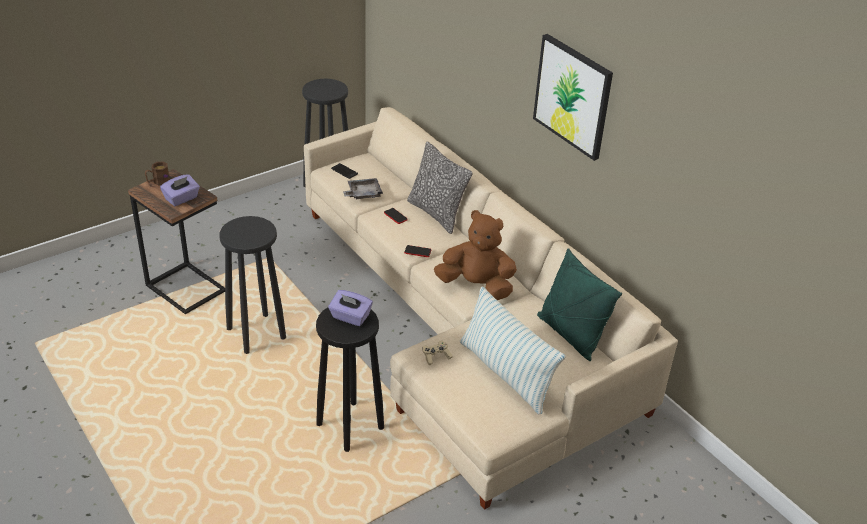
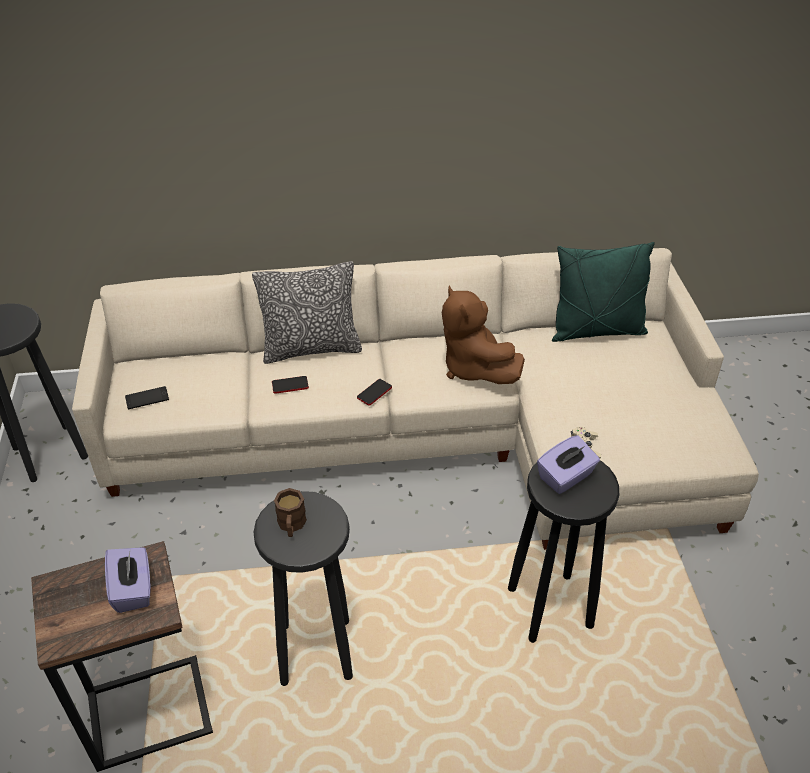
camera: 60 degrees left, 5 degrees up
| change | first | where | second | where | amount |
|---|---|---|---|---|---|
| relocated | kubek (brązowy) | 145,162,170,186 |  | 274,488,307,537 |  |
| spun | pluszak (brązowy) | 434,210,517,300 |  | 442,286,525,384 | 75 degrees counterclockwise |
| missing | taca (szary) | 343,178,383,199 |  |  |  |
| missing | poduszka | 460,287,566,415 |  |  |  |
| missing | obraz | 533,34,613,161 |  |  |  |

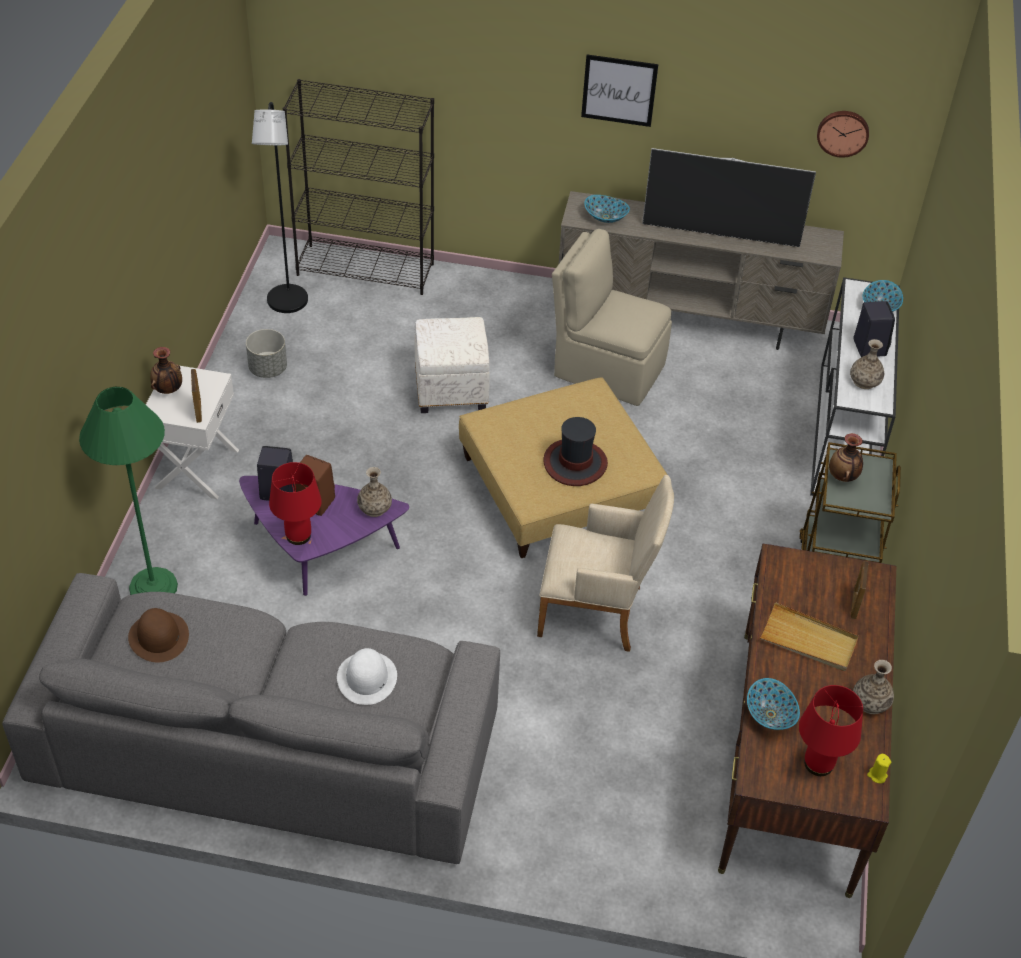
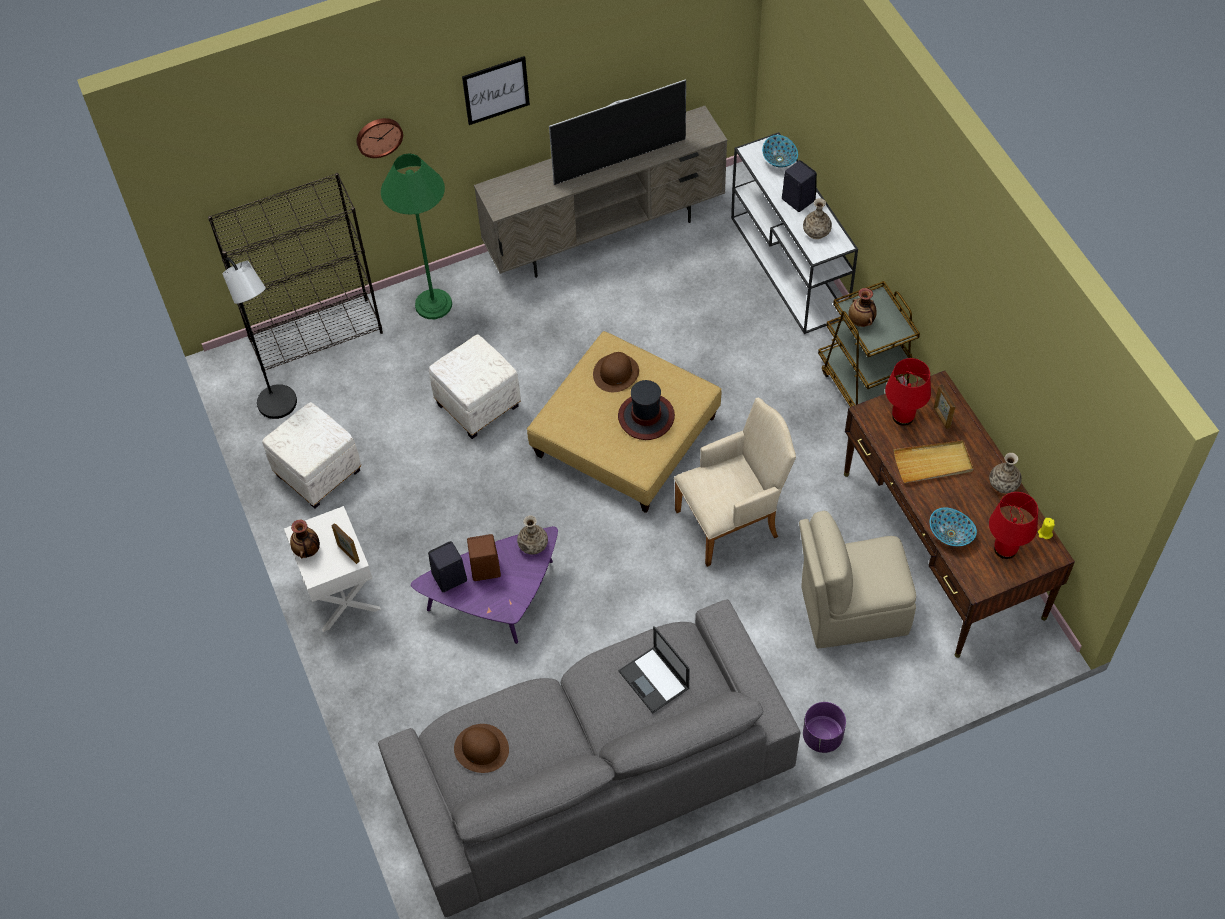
camera: 30 degrees left, 10 degrees up
| change | first | where | second | where | amount |
|---|---|---|---|---|---|
| exchanged | donica (szary) | 246,329,287,378 | pufa (biały) | 262,402,361,509 |  |
| relocated | zegar ścienny | 817,111,869,158 |  | 356,118,403,158 |  |
| relocated | lampa stojąca (zielony) | 79,387,178,595 |  | 381,153,452,319 |  |
| appeared |  |  | kapelusz (brązowy) | 593,352,639,392 |  |
| exchanged | kapelusz (biały) | 337,648,397,705 | laptop | 619,626,690,714 |  |
| relocated | krzesło (beżowy) | 552,229,672,406 |  | 799,511,916,648 |  |
| appeared |  |  | donica (fioletowy) | 803,702,846,753 |  |
| relocated | lampa stołowa (czerwony) | 269,462,322,545 |  | 885,358,931,426 |  |
| missing | miska | 584,195,630,223 |  |  |  |

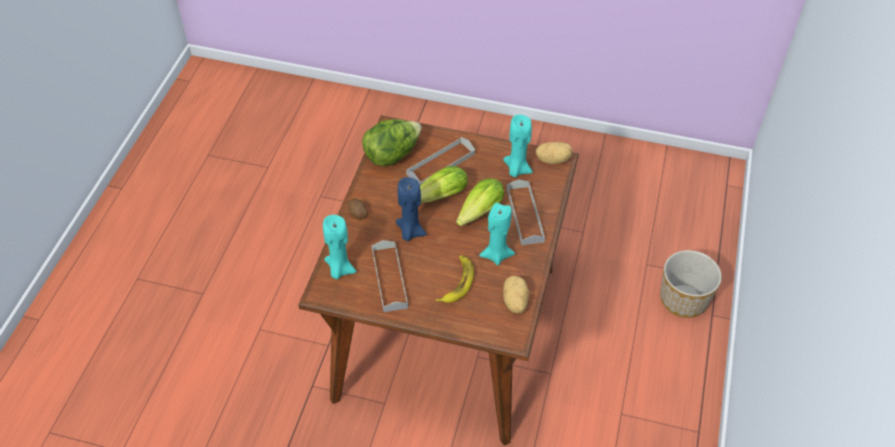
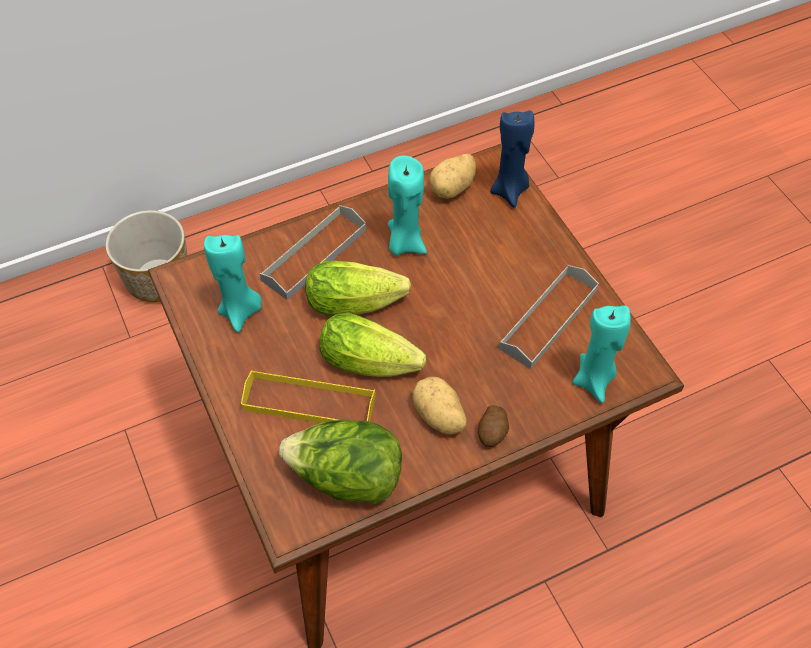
camera: 130 degrees left, 5 degrees up
| change | first | where | second | where | amount |
|---|---|---|---|---|---|
| colour | taca (szary) | 406,137,475,185 | taca (żółty) | 241,370,376,423 |  |
| relocated | ziemniak | 536,142,572,164 |  | 412,377,467,435 |  |
| relocated | świeca (niebieski) | 396,177,427,241 |  | 490,111,534,208 |  |
| missing | banan | 436,255,474,303 |  |  |  |

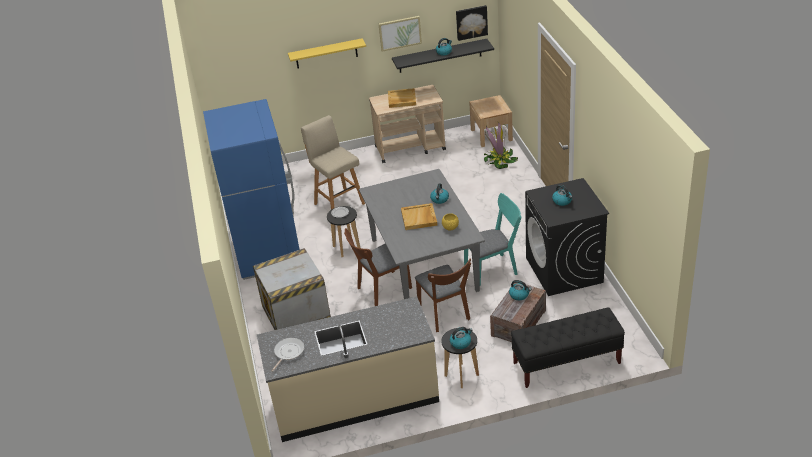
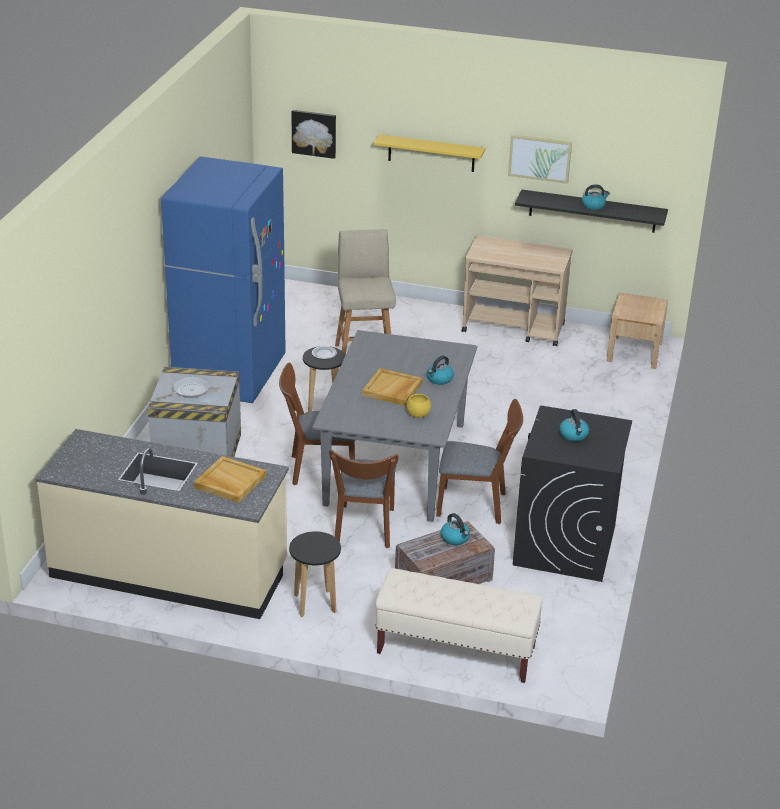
camera: 25 degrees right, 5 degrees down
| change | first | where | second | where | amount |
|---|---|---|---|---|---|
| relocated | patelnia | 271,338,304,372 |  | 156,377,210,399 |  |
| relocated | taca (beżowy) | 388,88,416,108 |  | 194,456,266,503 |  |
| relocated | obraz | 456,5,488,41 |  | 291,110,336,159 |  |
| colour | ławka (czarny) | 511,307,625,388 | ławka (beżowy) | 375,568,543,683 |  |
| colour | krzesło (turkusowy) | 464,193,521,286 | krzesło (brązowy) | 436,399,523,524 |  |
| missing | czajnik | 450,327,472,349 |  |  |  |
| missing | roślina doniczkowa | 484,121,518,169 |  |  |  |

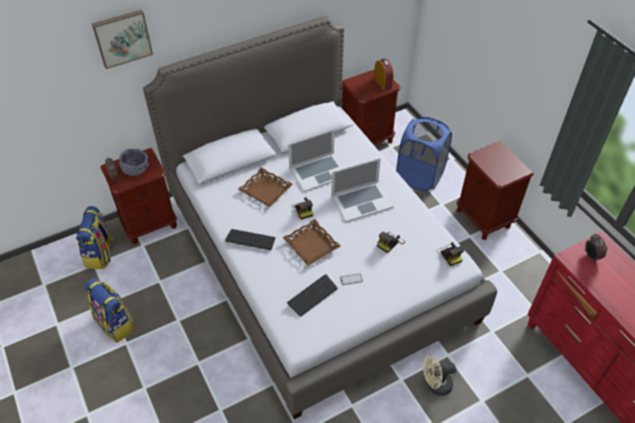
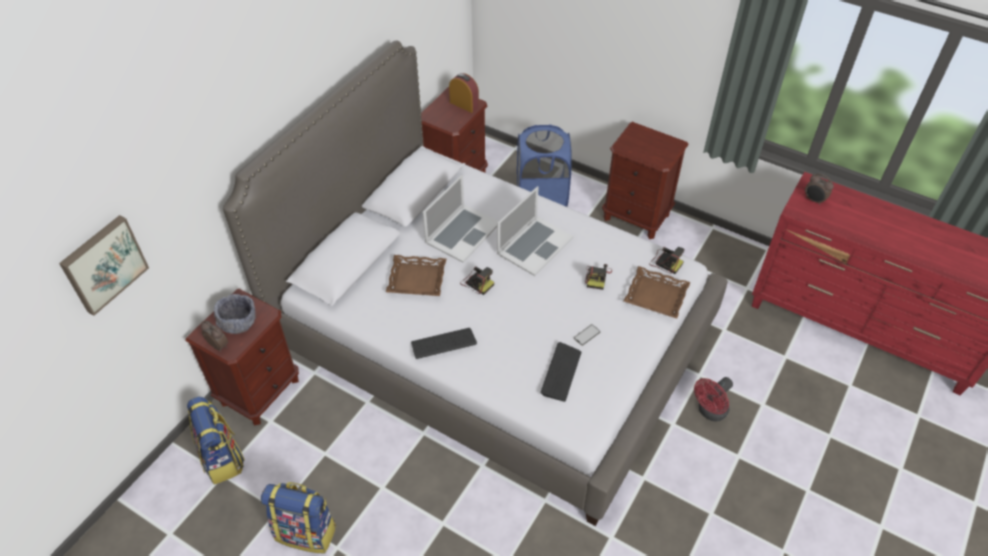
camera: 30 degrees left, 0 degrees up
| change | first | where | second | where | amount |
|---|---|---|---|---|---|
| relocated | obraz | 92,10,153,69 |  | 59,215,149,316 |  |
| relocated | taca (brązowy) | 282,219,341,266 |  | 624,266,691,319 |  |
| colour | wentylator (beżowy) | 423,354,456,396 | wentylator (czerwony) | 694,377,733,421 |  |

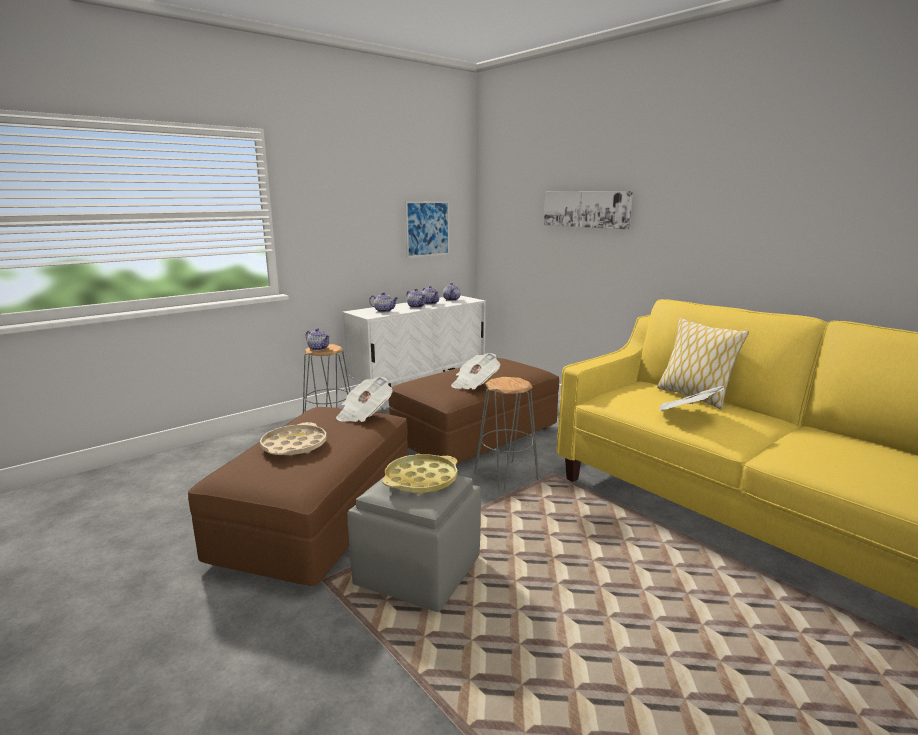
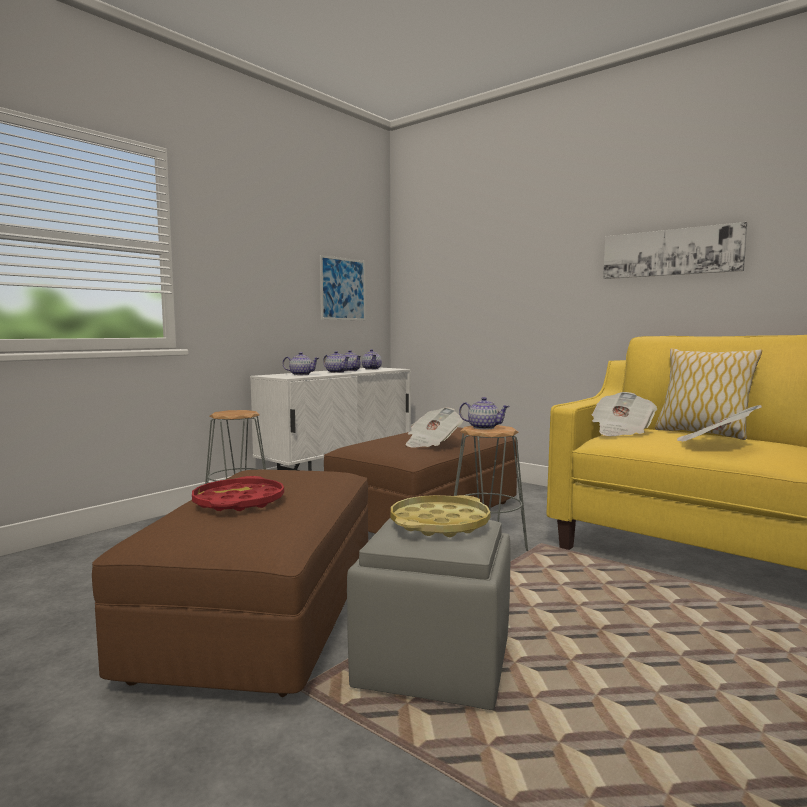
camera: 10 degrees left, 10 degrees down
| change | first | where | second | where | amount |
|---|---|---|---|---|---|
| colour | taca (beżowy) | 260,422,327,455 | taca (czerwony) | 192,476,284,511 |  |
| relocated | imbryk | 306,328,330,351 |  | 459,397,510,430 |  |
| relocated | gazeta | 336,377,393,422 |  | 592,392,657,436 |  |
| relocated | obraz | 544,191,633,230 |  | 603,222,747,279 |  |

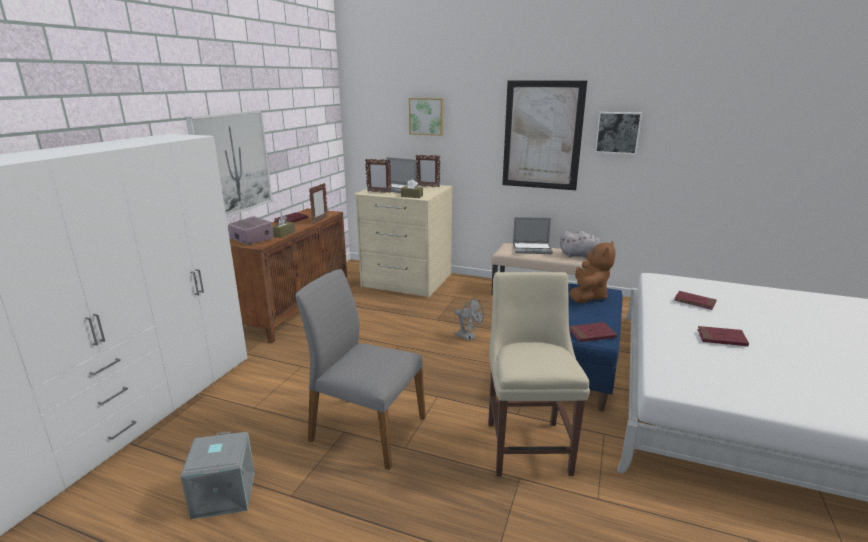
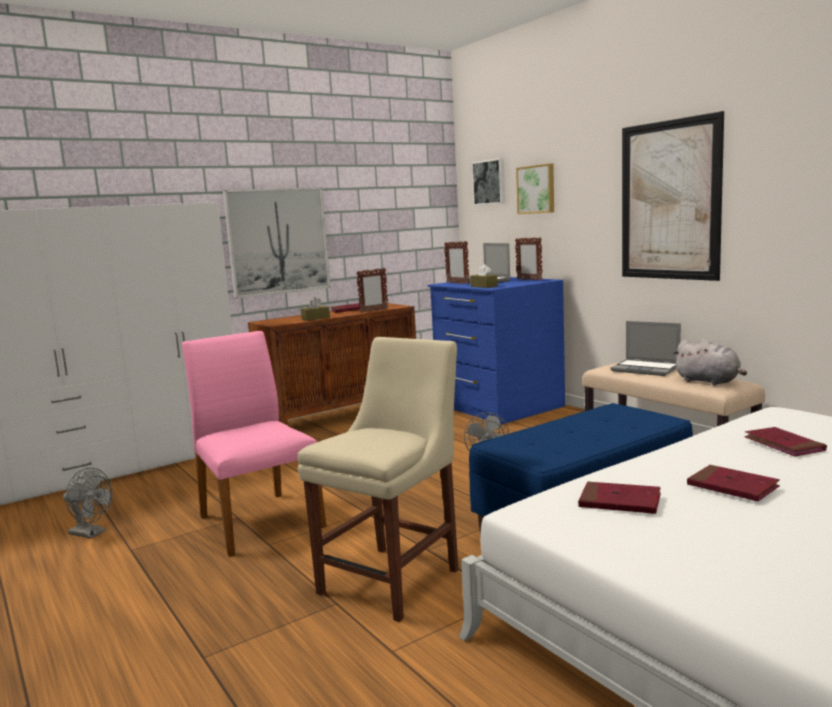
camera: 35 degrees right, 10 degrees down
| change | first | where | second | where | amount |
|---|---|---|---|---|---|
| exchanged | pojemnik do przechowywania (szary) | 180,431,255,519 | wentylator (szary) | 63,467,112,538 |  |
| colour | krzesło (szary) | 296,269,426,470 | krzesło (różowy) | 182,331,327,557 |  |
| colour | komoda (beżowy) | 354,184,452,298 | komoda (niebieski) | 427,277,565,425 |  |
| relocated | obraz | 595,112,642,155 |  | 472,158,505,206 |  |
| relocated | książka (czerwony) | 569,322,617,342 |  | 578,482,661,514 |  |
| missing | radio | 228,216,274,245 |  |  |  |
| missing | pluszak (brązowy) | 569,241,616,303 |  |  |  |

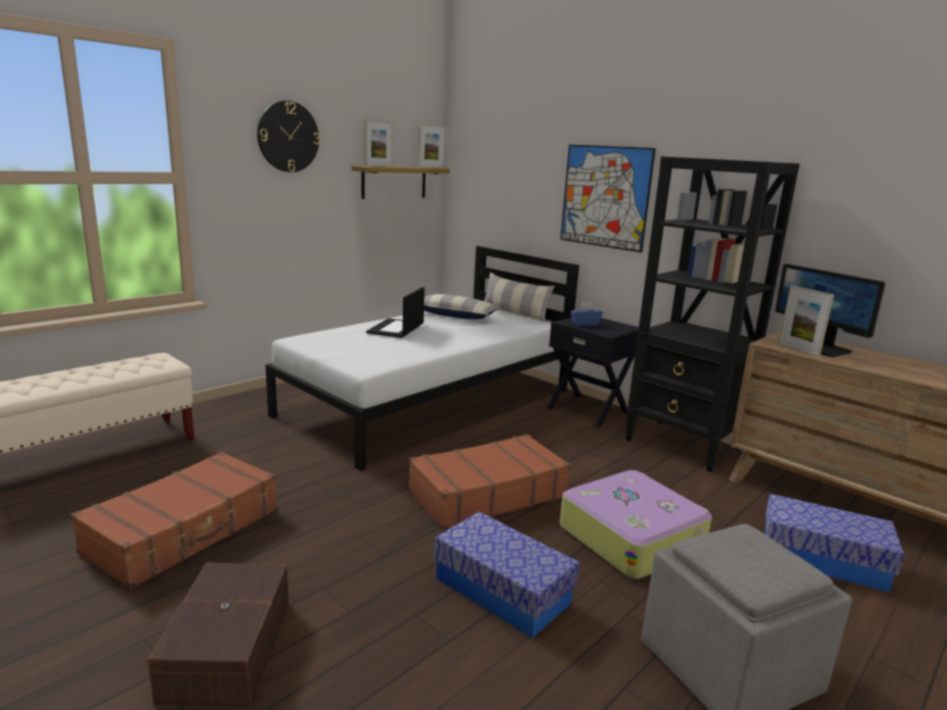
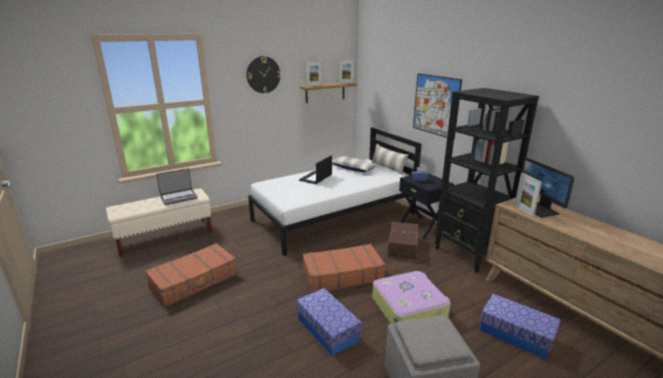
camera: 15 degrees right, 5 degrees up
| change | first | where | second | where | amount |
|---|---|---|---|---|---|
| appeared |  |  | laptop | 156,168,197,205 |  |
| relocated | pojemnik do przechowywania (brązowy) | 147,562,289,707 |  | 387,222,418,260 |  |

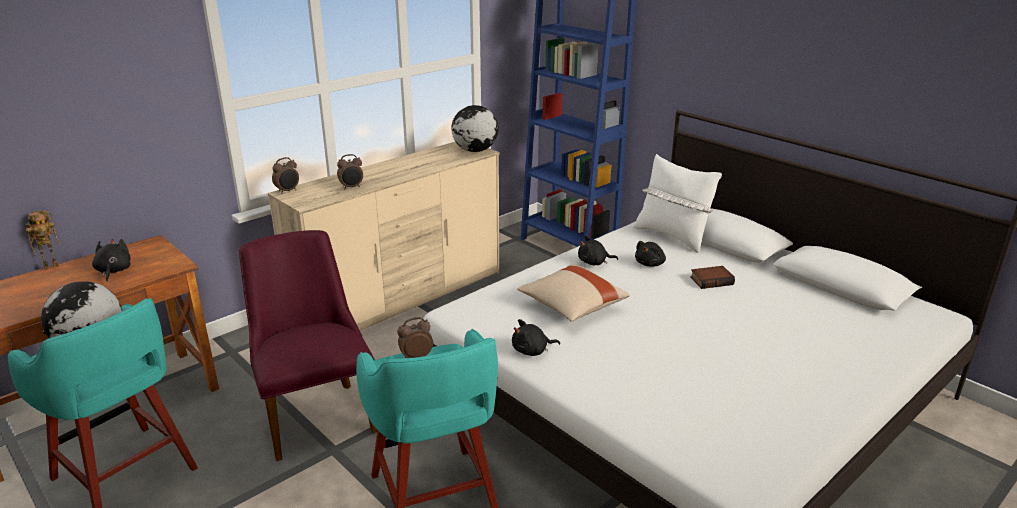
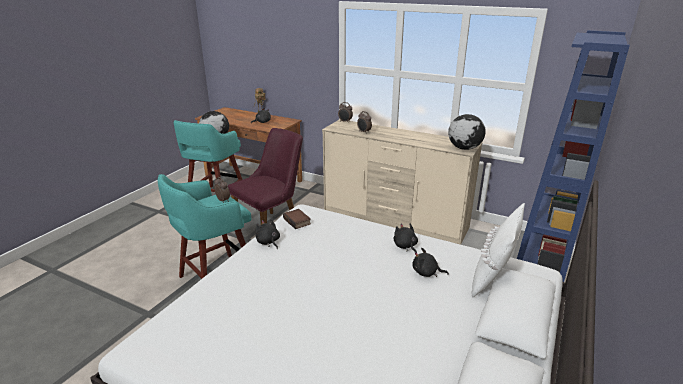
camera: 70 degrees right, 0 degrees up
| change | first | where | second | where | amount |
|---|---|---|---|---|---|
| relocated | książka | 690,266,735,289 |  | 283,209,311,229 |  |
| missing | poduszka (beżowy) | 517,264,630,322 |  |  |  |

